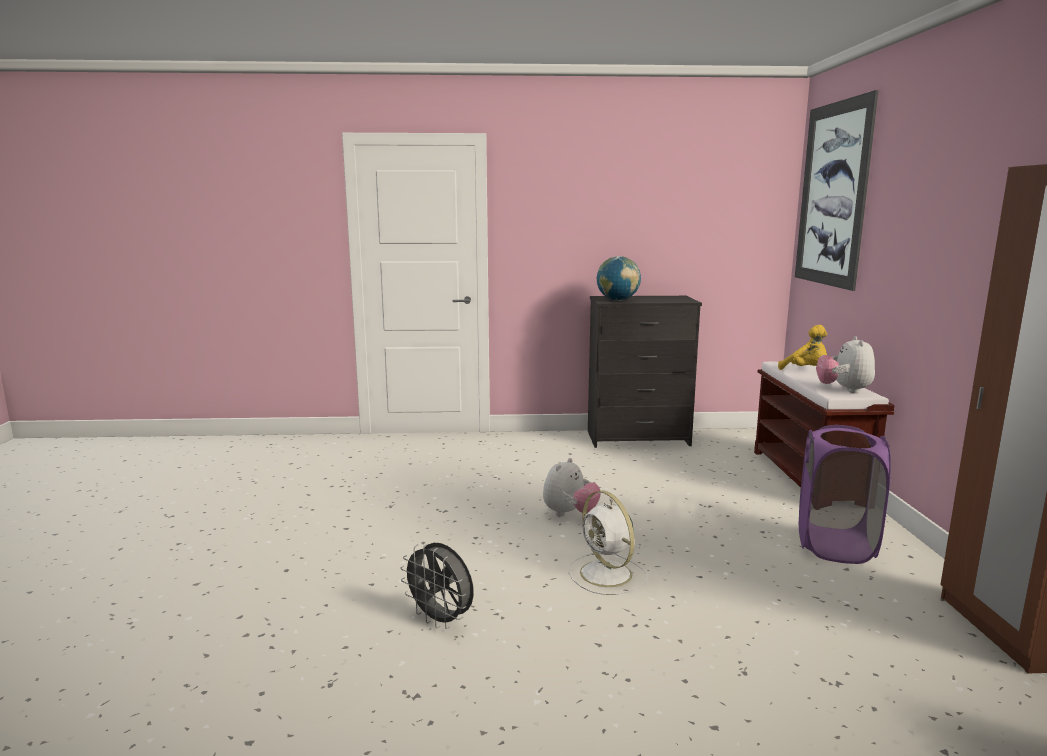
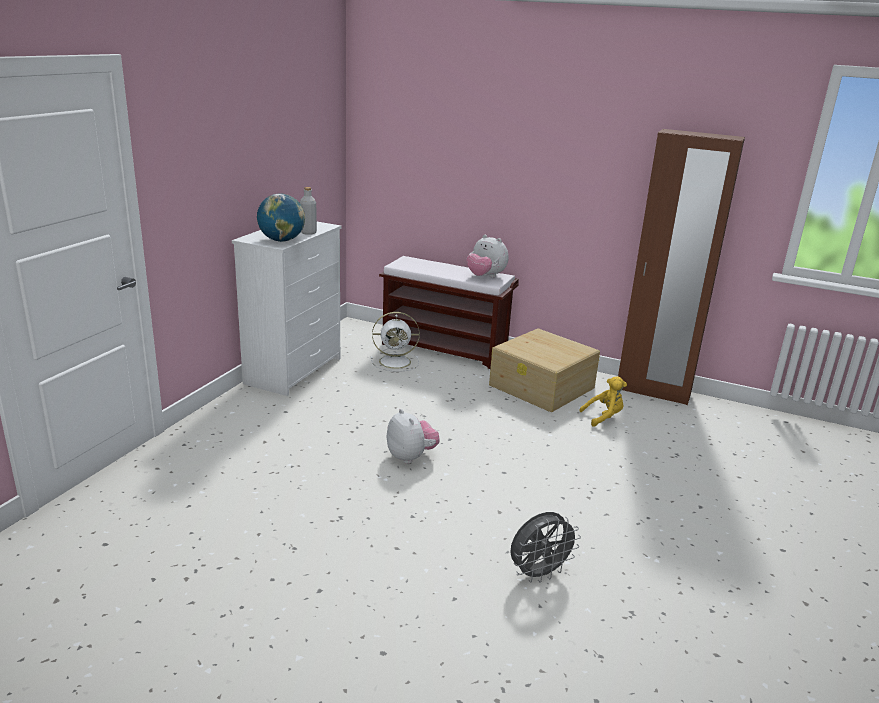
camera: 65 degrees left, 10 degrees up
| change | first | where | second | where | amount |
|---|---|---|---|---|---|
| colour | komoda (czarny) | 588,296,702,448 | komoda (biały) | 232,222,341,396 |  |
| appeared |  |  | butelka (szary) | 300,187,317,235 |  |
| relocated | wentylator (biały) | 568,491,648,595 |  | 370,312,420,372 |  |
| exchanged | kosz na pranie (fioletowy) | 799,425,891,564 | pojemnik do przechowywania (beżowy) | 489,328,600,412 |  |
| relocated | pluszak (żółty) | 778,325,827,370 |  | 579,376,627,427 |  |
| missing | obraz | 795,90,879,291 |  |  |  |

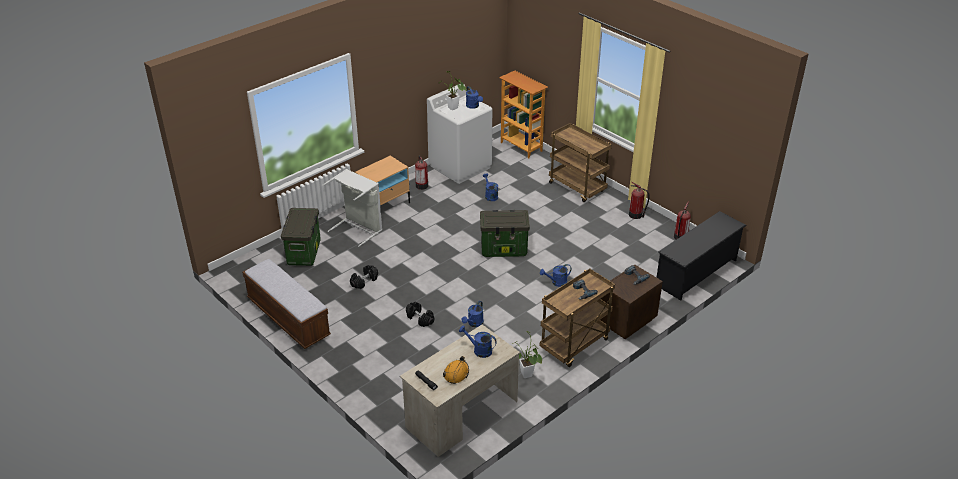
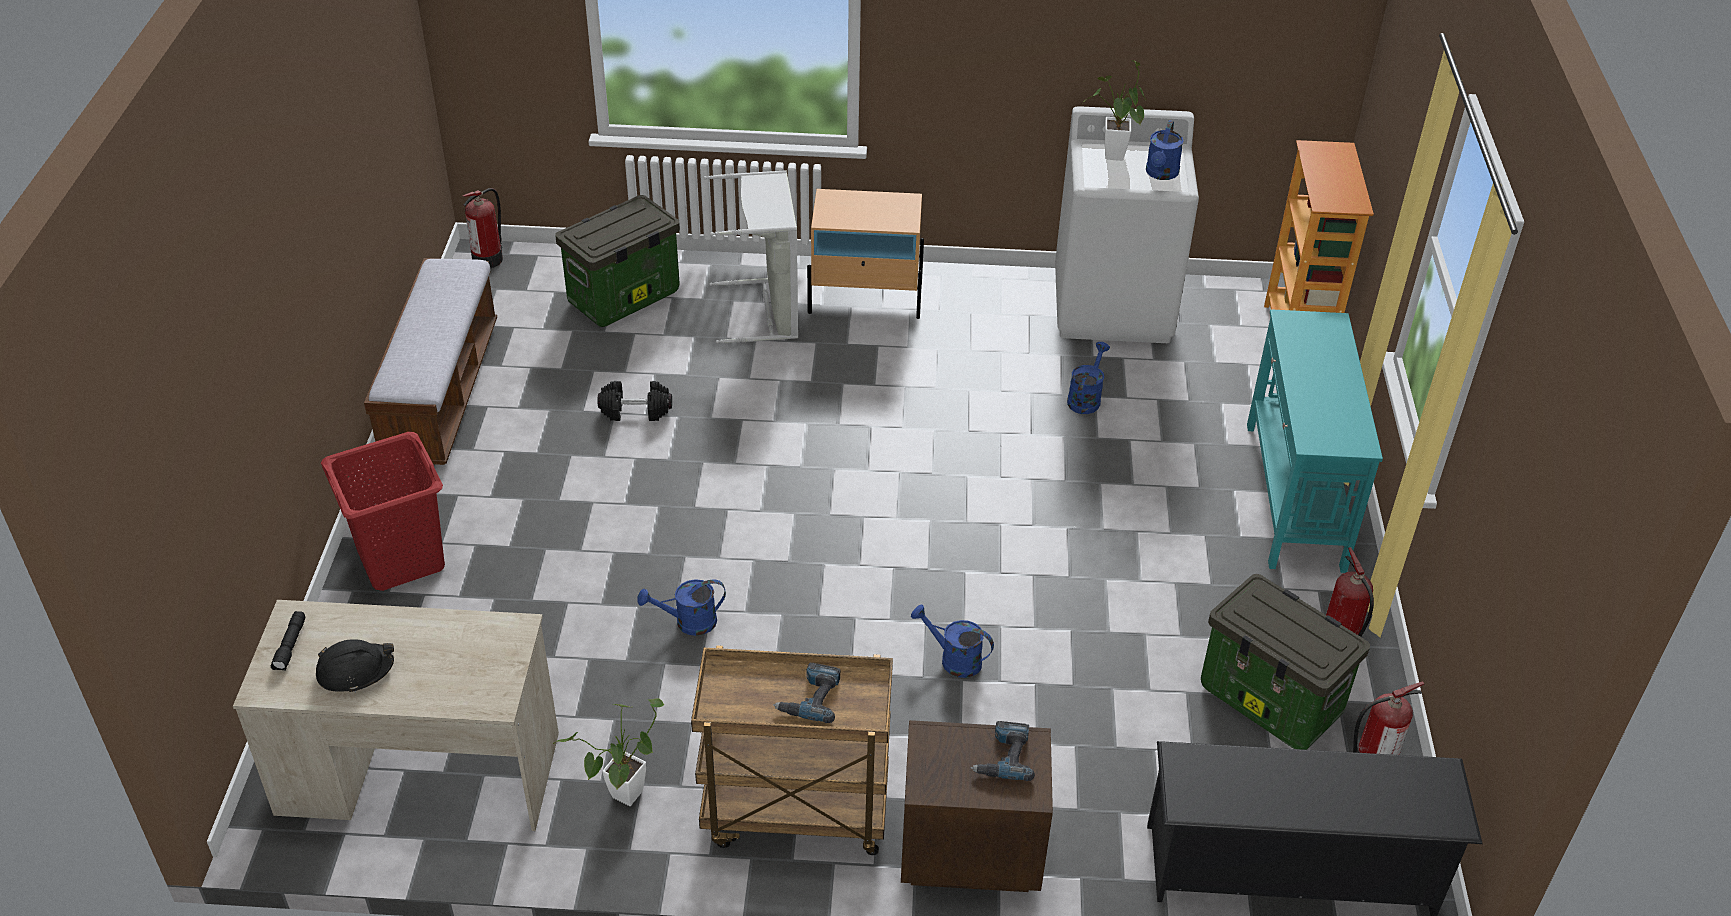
camera: 45 degrees right, 5 degrees up
| change | first | where | second | where | amount |
|---|---|---|---|---|---|
| colour | kask (pomarańczowy) | 443,356,469,384 | kask (czarny) | 316,639,394,693 |  |
| appeared |  |  | kosz na pranie (czerwony) | 321,432,445,591 |  |
| relocated | gaśnica | 415,155,428,190 |  | 463,188,503,268 |  |
| relocated | pojemnik do przechowywania | 480,210,530,257 |  | 1201,574,1370,750 |  |
| exchanged | wózek (brązowy) | 549,123,612,202 | stolik konsolowy (turkusowy) | 1247,309,1383,573 |  |
| missing | hantel (czarny) | 406,302,434,327 |  |  |  |
| missing | konewka (niebieski) | 459,326,497,358 |  |  |  |

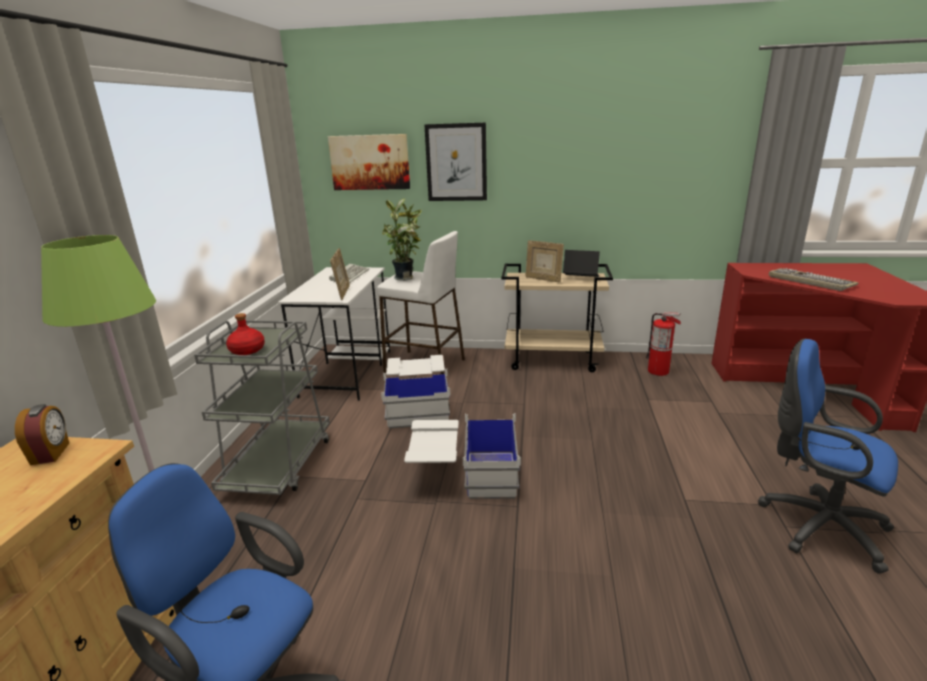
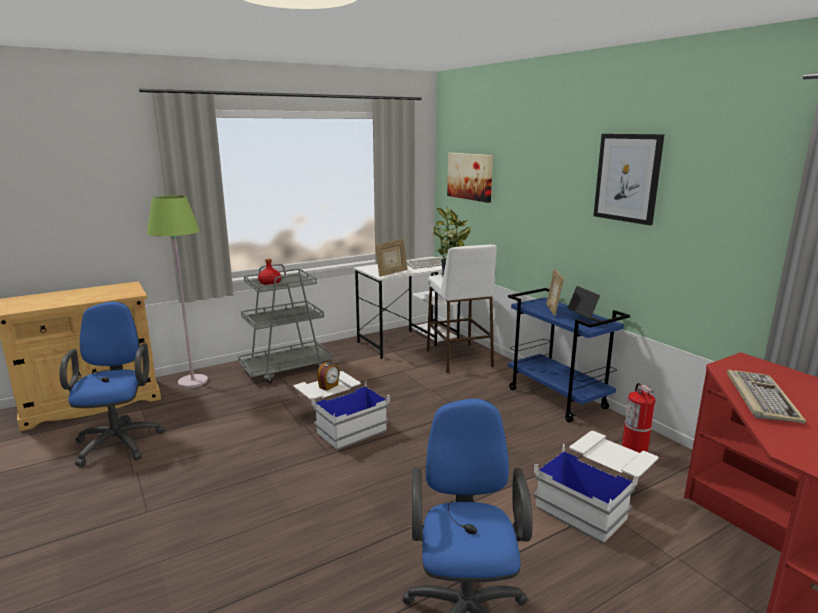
camera: 50 degrees right, 5 degrees down
| change | first | where | second | where | amount |
|---|---|---|---|---|---|
| relocated | budzik | 15,404,69,465 |  | 317,362,340,391 |  |
| colour | wózek (beżowy) | 501,264,613,372 | wózek (niebieski) | 508,288,630,423 |  |
| relocated | pojemnik do przechowywania (biały) | 381,355,450,429 |  | 533,431,659,544 |  |
| relocated | obraz | 424,122,487,201 |  | 593,134,664,225 |  |

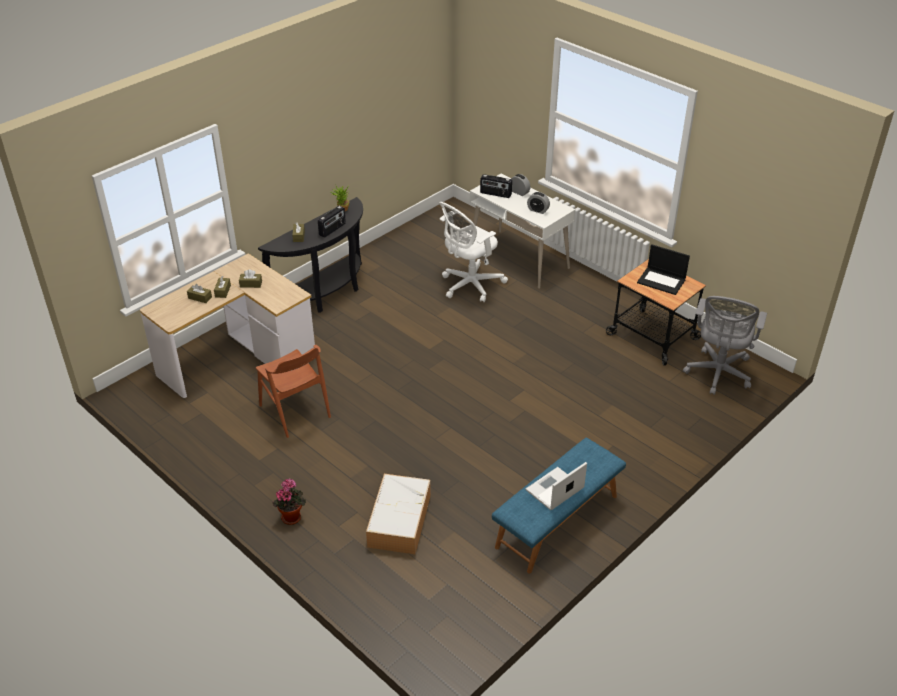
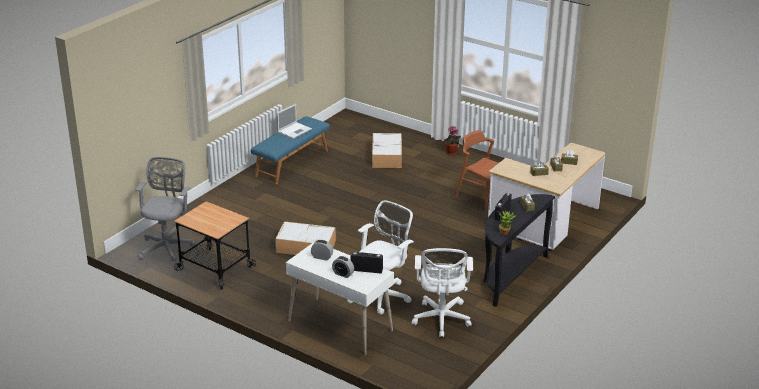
camera: 170 degrees right, 10 degrees down
| change | first | where | second | where | amount |
|---|---|---|---|---|---|
| appeared |  |  | pojemnik do przechowywania | 275,222,336,255 |  |
| appeared |  |  | krzesło biurowe (biały) | 412,248,473,337 |  |
| missing | laptop | 637,244,690,295 |  |  |  |

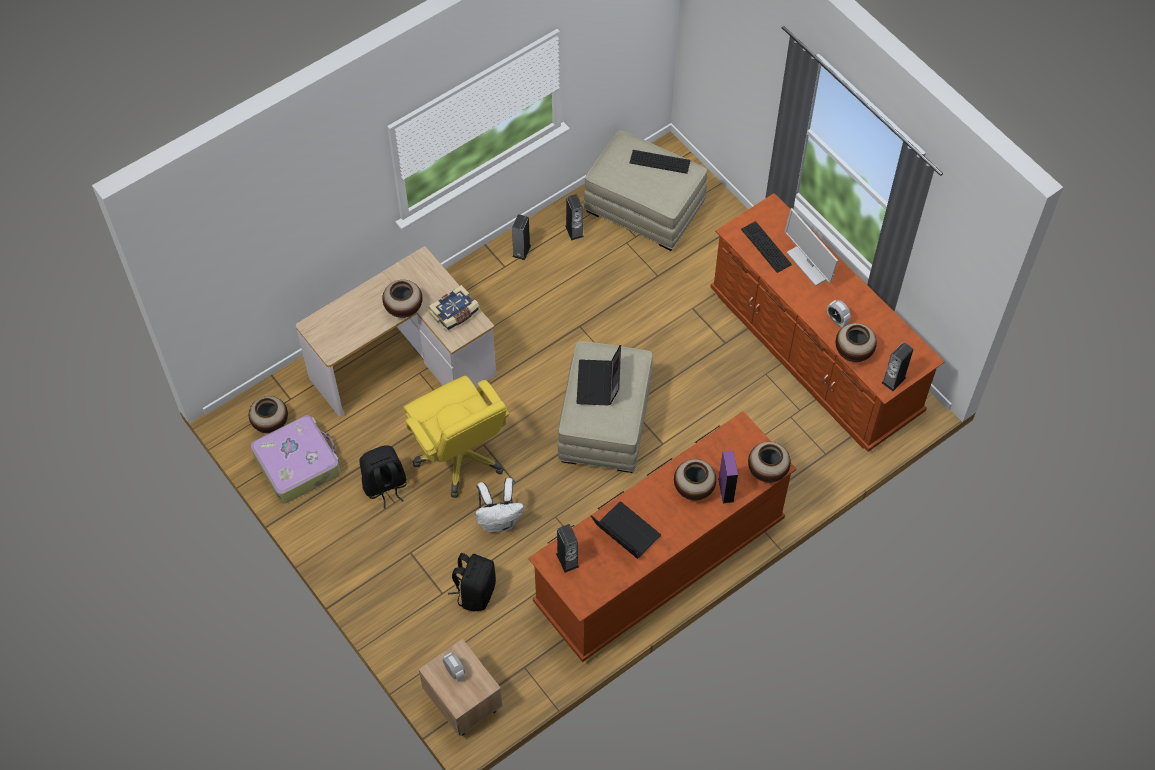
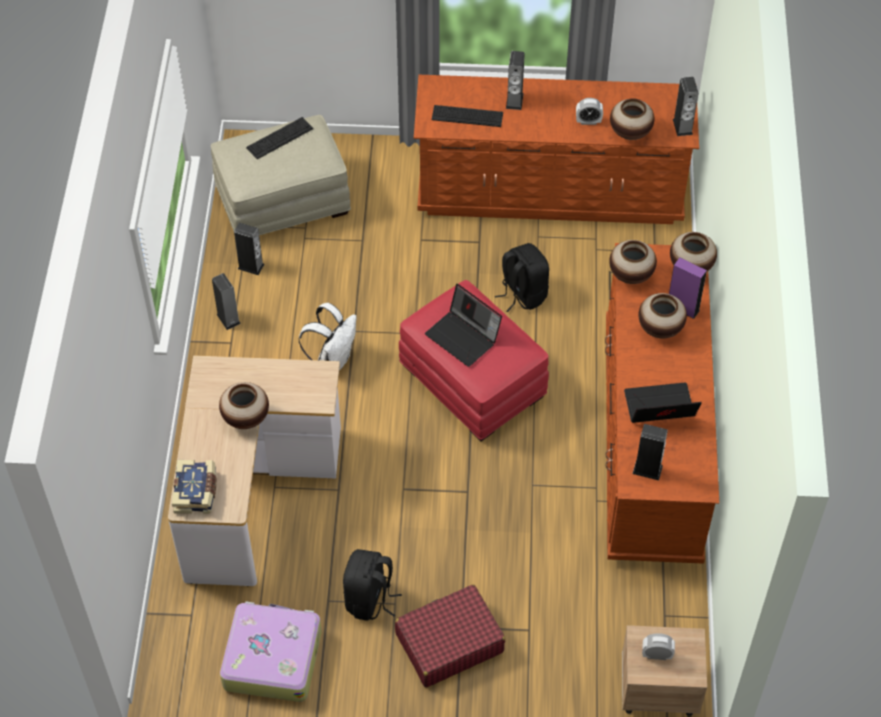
camera: 50 degrees left, 5 degrees down
| change | first | where | second | where | amount |
|---|---|---|---|---|---|
| relocated | książka | 429,285,480,332 |  | 172,460,217,514 |  |
| relocated | plecak (biały) | 475,478,524,532 |  | 299,303,357,371 |  |
| appeared |  |  | walizka (czerwony) | 395,584,505,687 |  |
| colour | pufa (beżowy) | 558,341,652,473 | pufa (czerwony) | 399,280,549,441 |  |
| relocated | plecak (czarny) | 448,553,496,611 |  | 495,243,549,312 |  |
| exchanged | monitor | 784,208,838,286 | głośnik | 506,51,525,110 |  |
| relocated | wazon | 249,396,288,433 |  | 609,240,657,284 |  |
| missing | krzesło biurowe (żółty) | 403,376,509,498 |  |  |  |

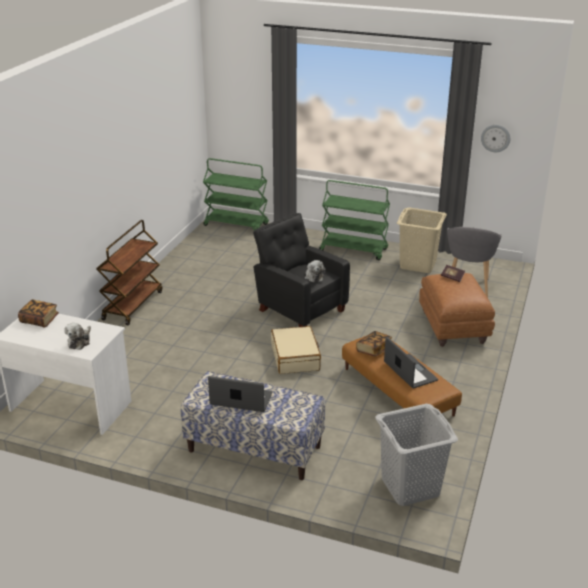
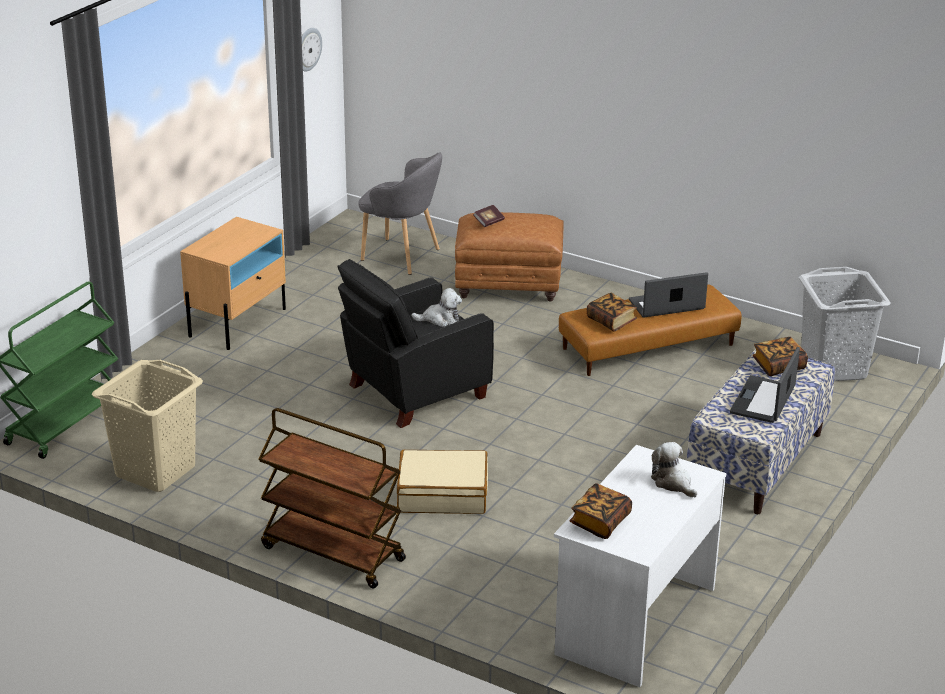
camera: 80 degrees left, 0 degrees up
| change | first | where | second | where | amount |
|---|---|---|---|---|---|
| relocated | kosz na pranie (beżowy) | 397,207,447,273 |  | 92,360,203,492 |  |
| exchanged | wózek (zielony) | 319,180,390,260 | szafka nocna (beżowy) | 180,217,286,350 |  |
| relocated | walizka (beżowy) | 271,326,321,374 |  | 397,450,488,514 |  |
| spun | pluszak | 65,323,91,350 |  | 651,442,697,497 | 150 degrees counterclockwise |
| appeared |  |  | książka | 753,337,808,376 |  |

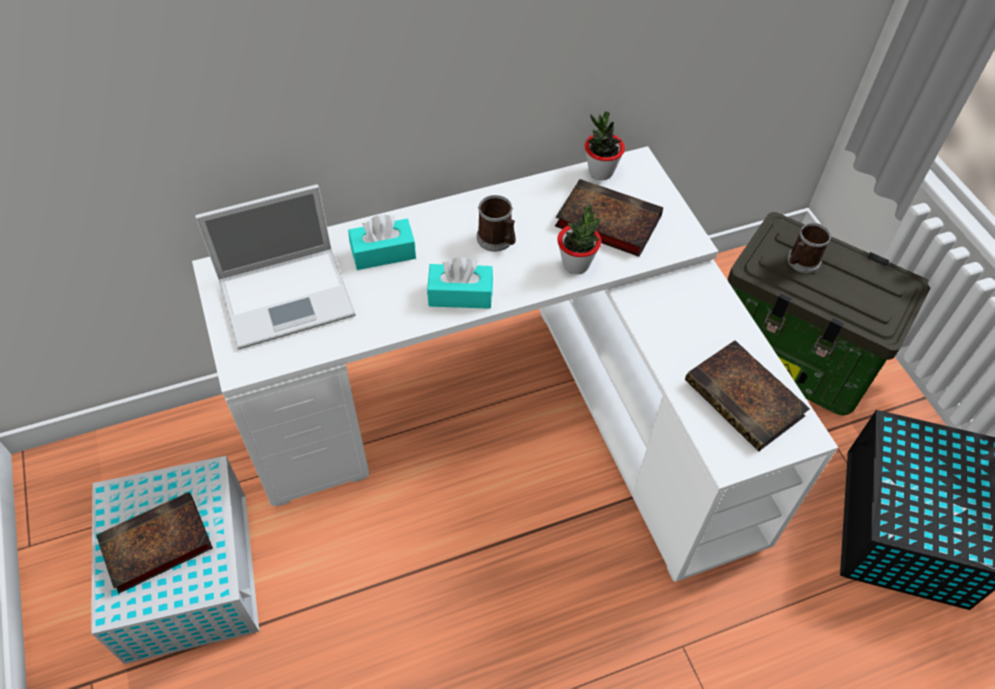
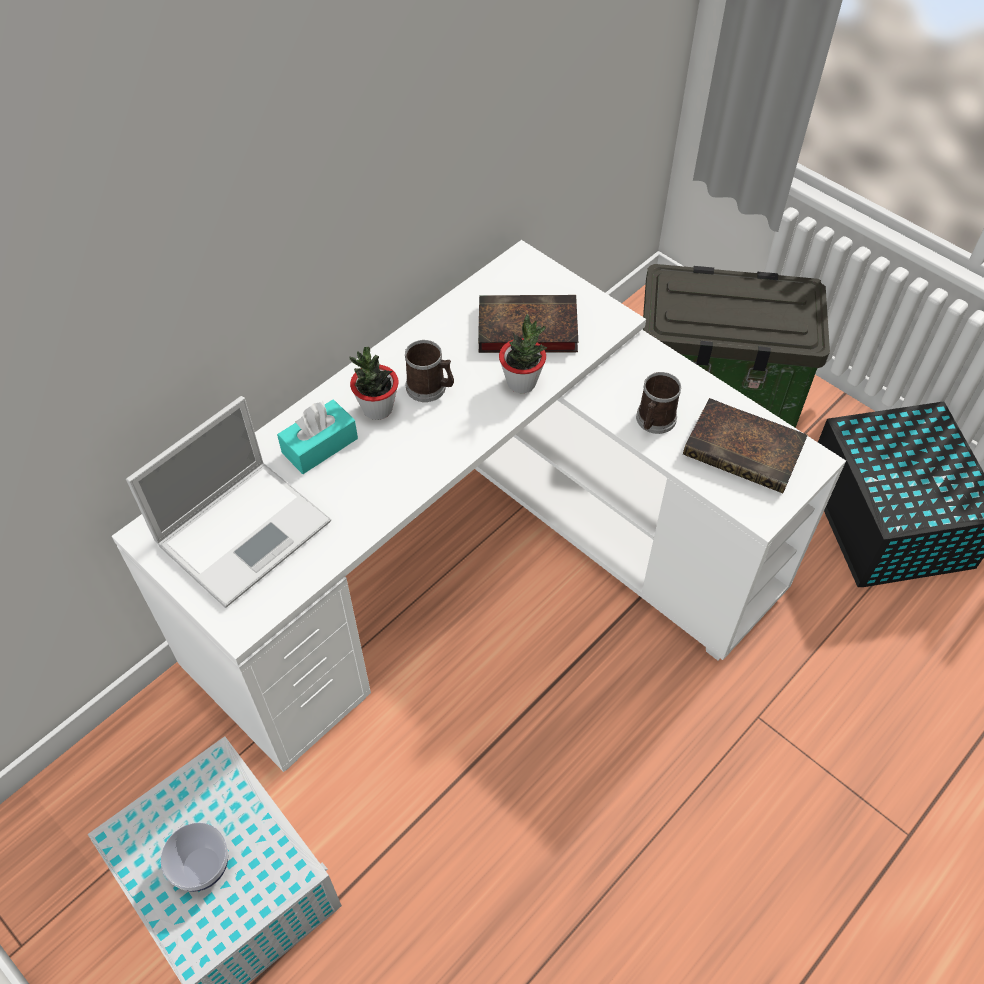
camera: 25 degrees left, 0 degrees up
| change | first | where | second | where | amount |
|---|---|---|---|---|---|
| exchanged | książka | 96,492,213,594 | miska | 161,823,228,892 |  |
| relocated | roślina doniczkowa | 585,111,625,180 |  | 349,347,399,420 |  |
| relocated | kubek | 787,223,831,273 |  | 636,372,681,434 |  |
| missing | pudełko chusteczek (turkusowy) | 427,258,493,309 |  |  |  |

